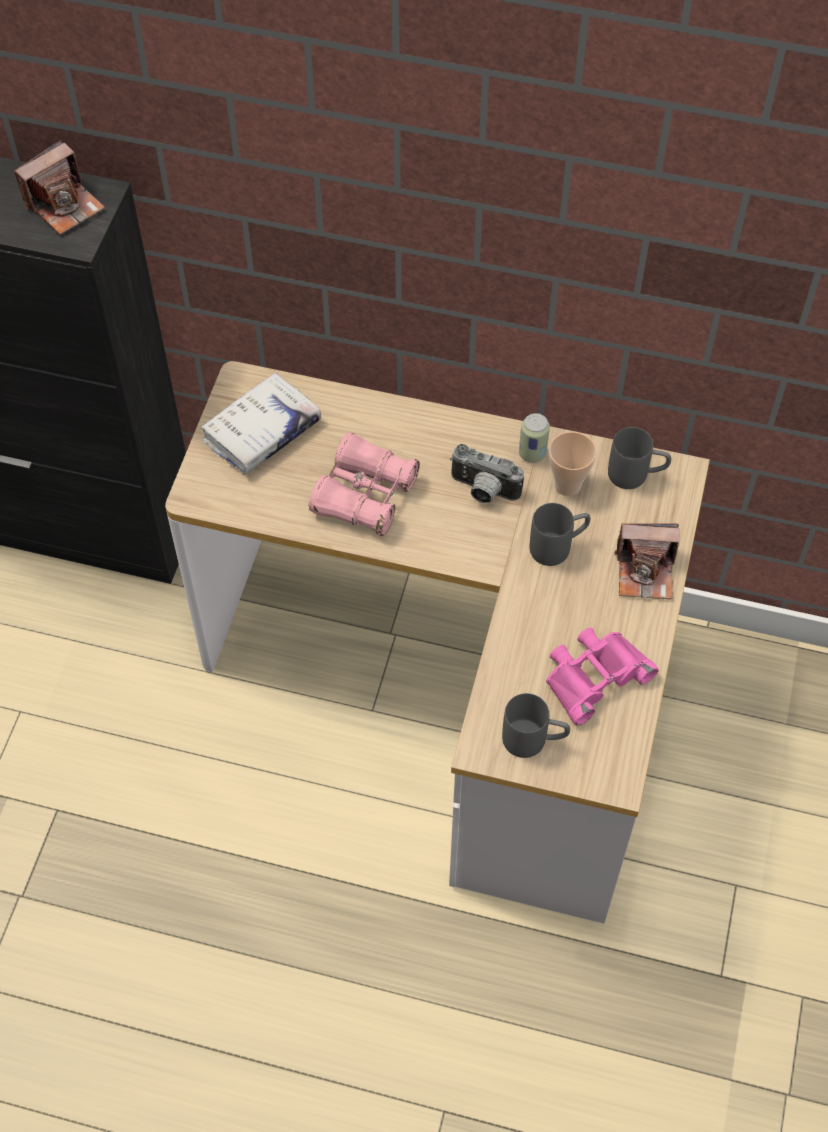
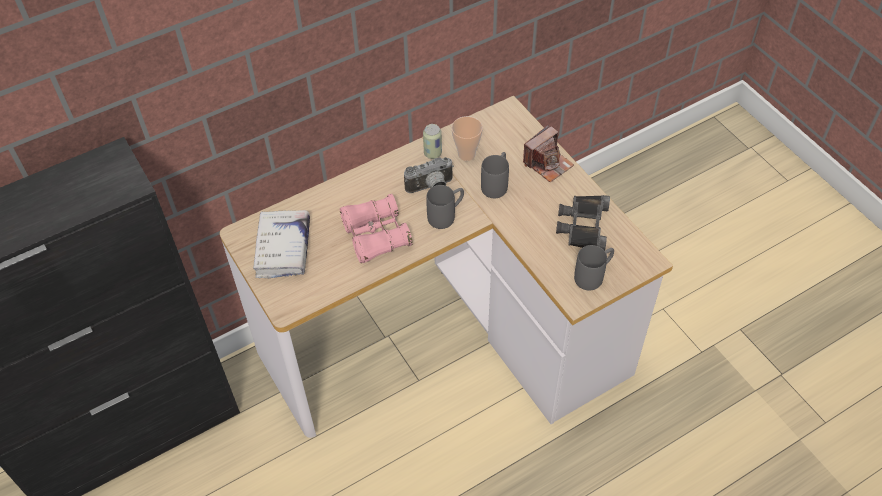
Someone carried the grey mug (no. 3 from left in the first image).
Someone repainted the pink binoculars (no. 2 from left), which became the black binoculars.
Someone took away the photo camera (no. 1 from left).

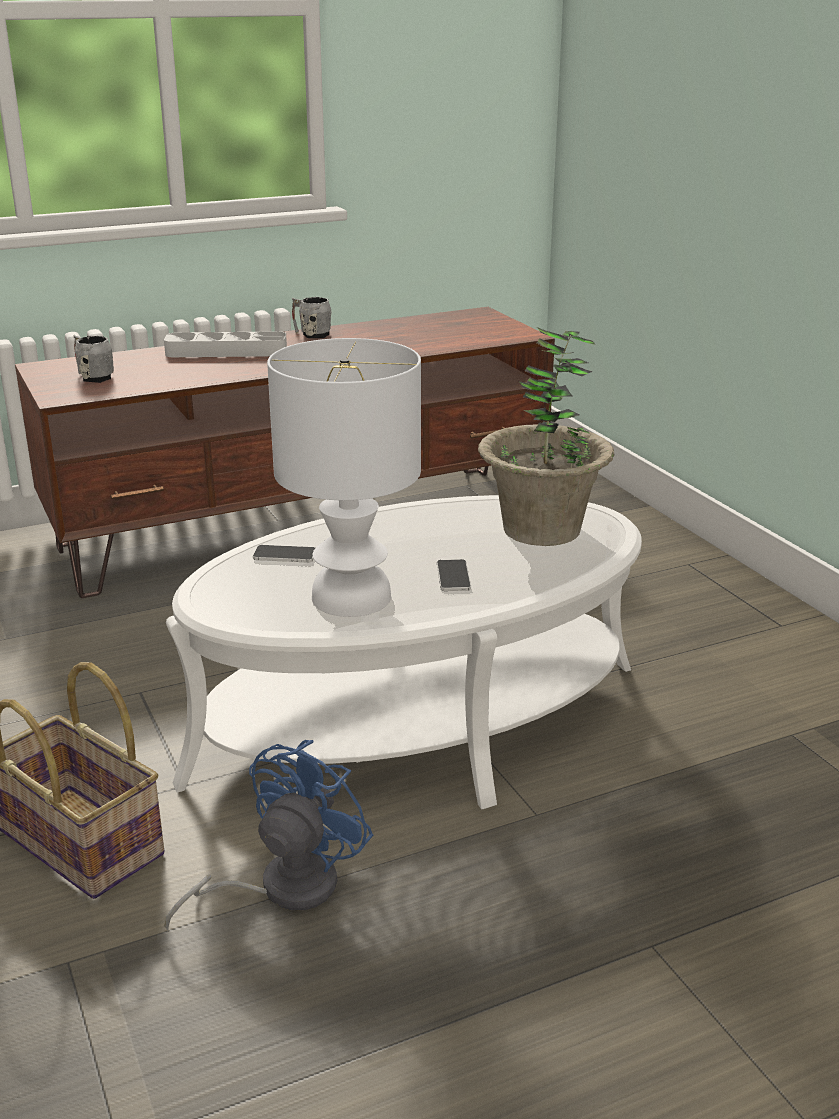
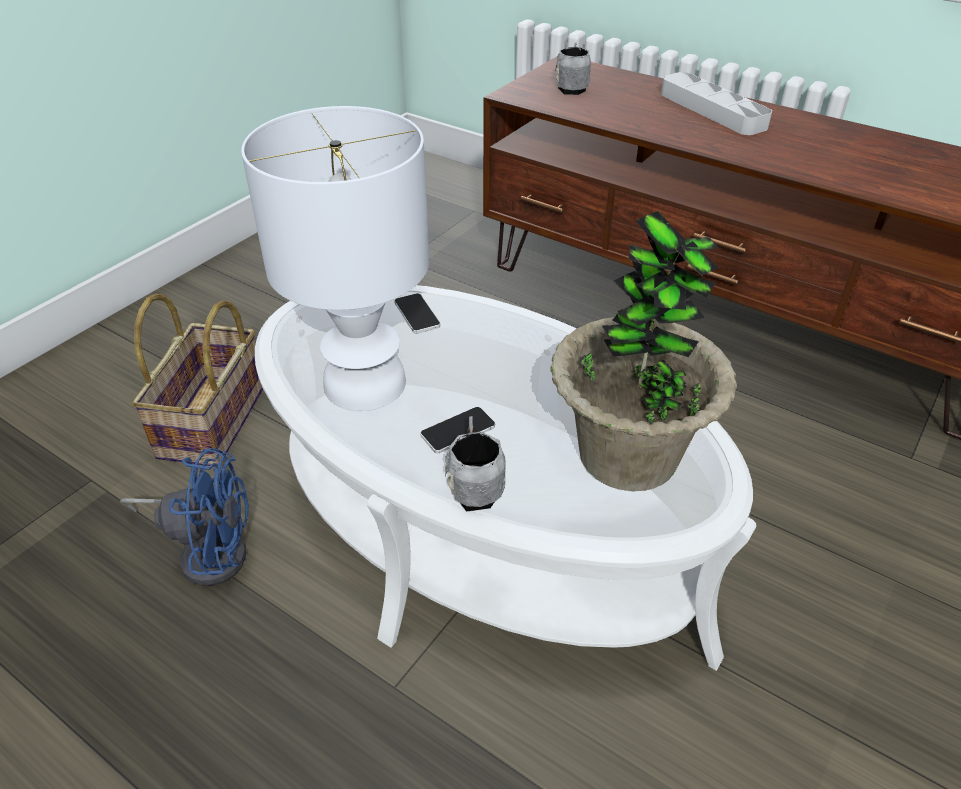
Someone carried the grey mug (no. 2 from left in the first image).

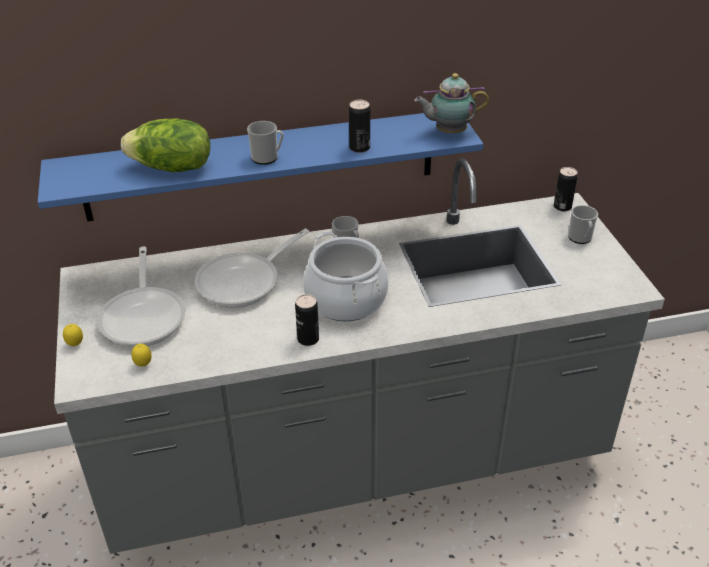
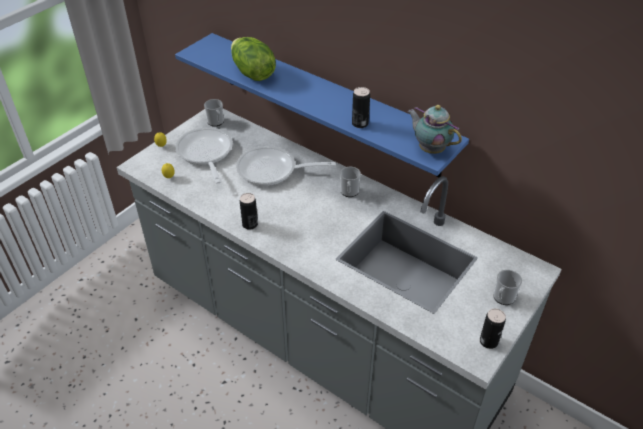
Someone rotated the frying pan (no. 1 from left) by 120 degrees clockwise.
Someone carried the mug (no. 1 from left).
Someone carried the can (no. 3 from left).
Someone took away the cooking pot.

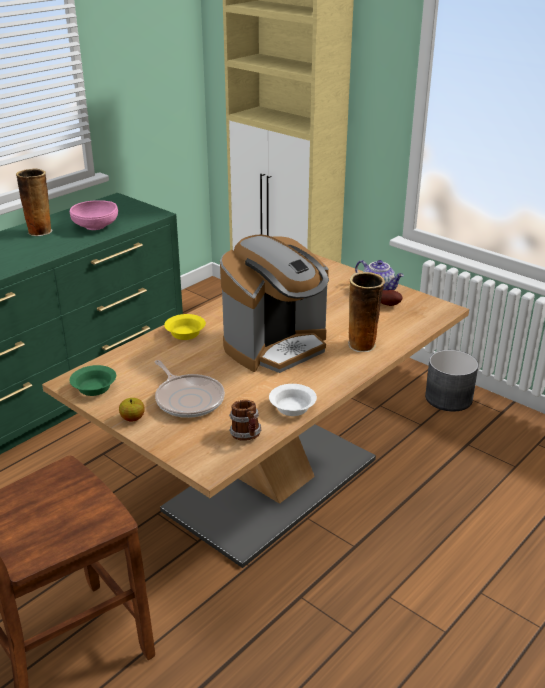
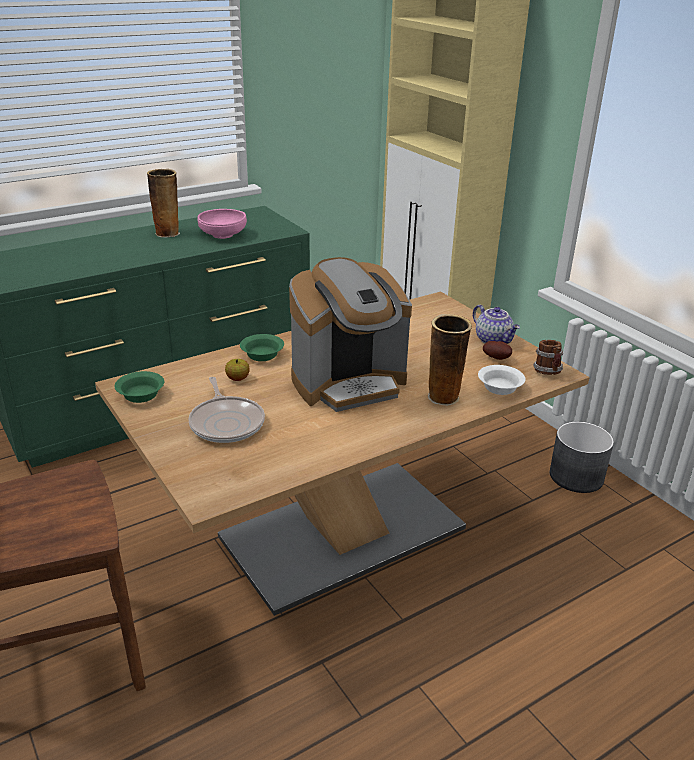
Someone carried the apple.
Someone repainted the yellow bowl, which became the green bowl (no. 2 from left).
Someone carried the white bowl.
Someone carried the mug.

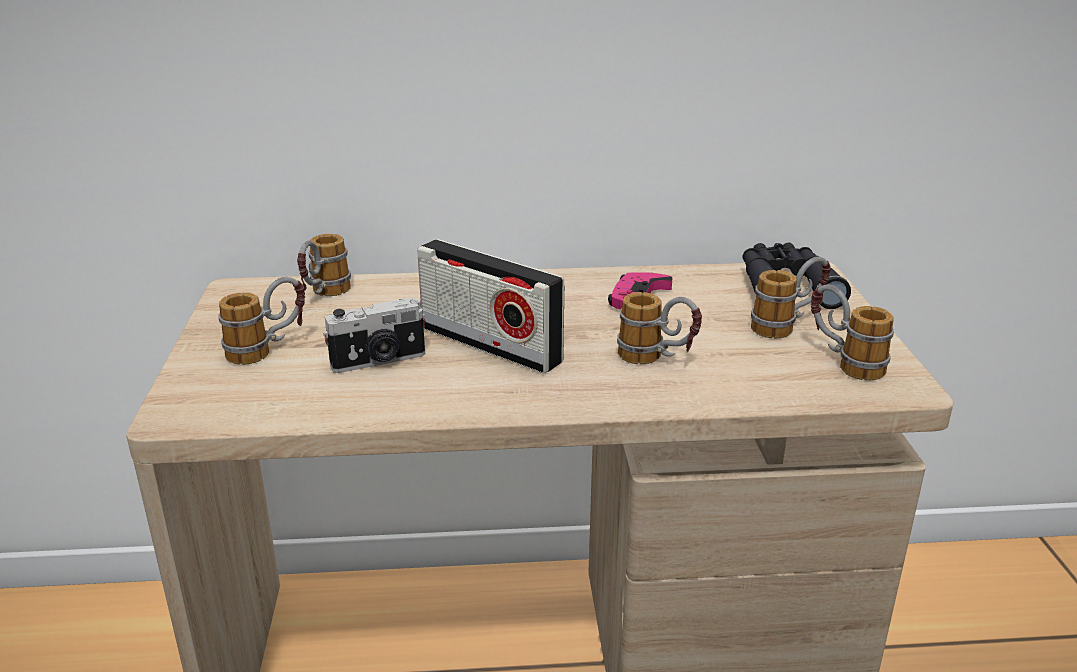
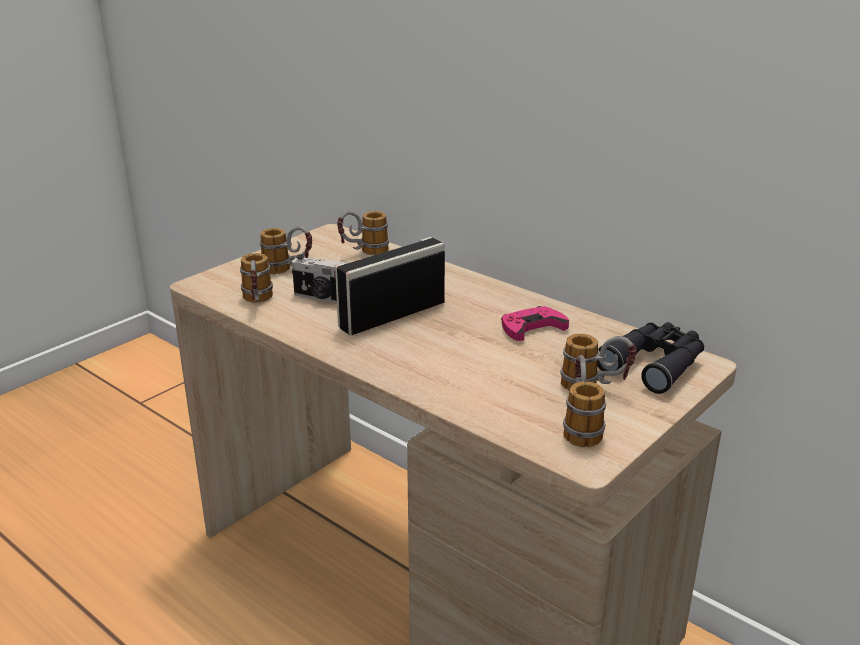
Someone carried the mug (no. 3 from left in the first image).
Someone rotated the radio by 60 degrees clockwise.

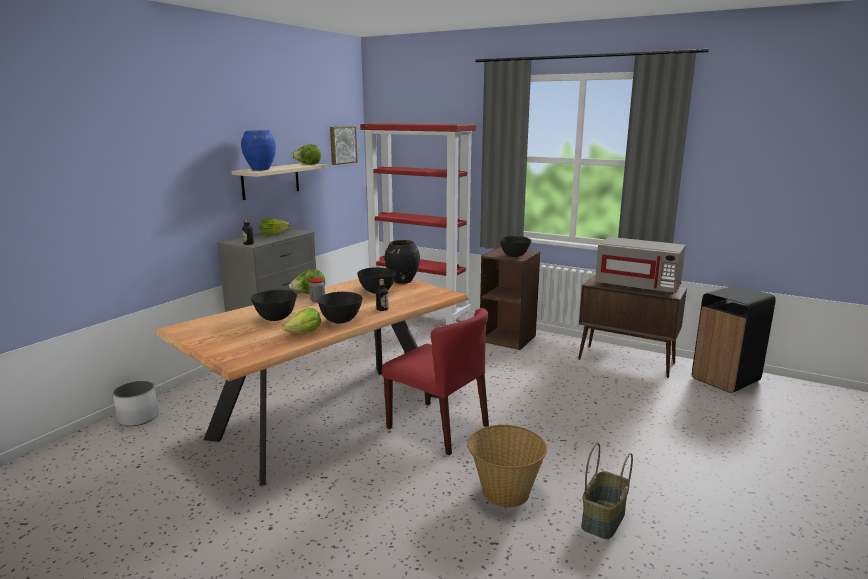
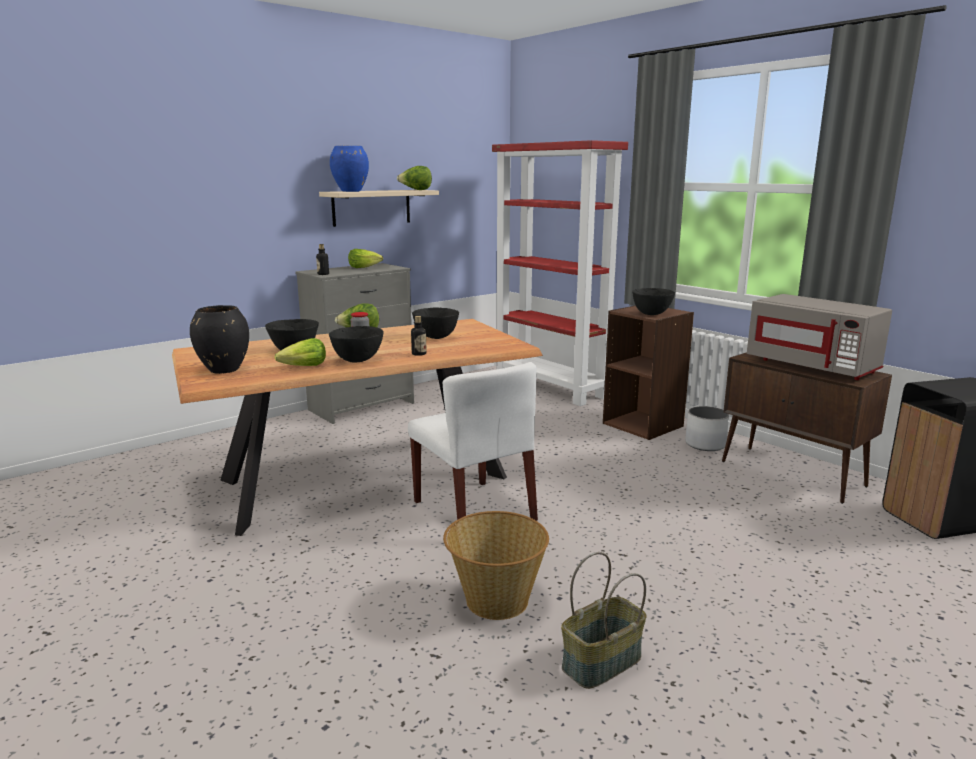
Someone carried the black vase.
Someone repainted the red chair, which became the white chair.
Someone carried the white planter.
Someone took away the picture.

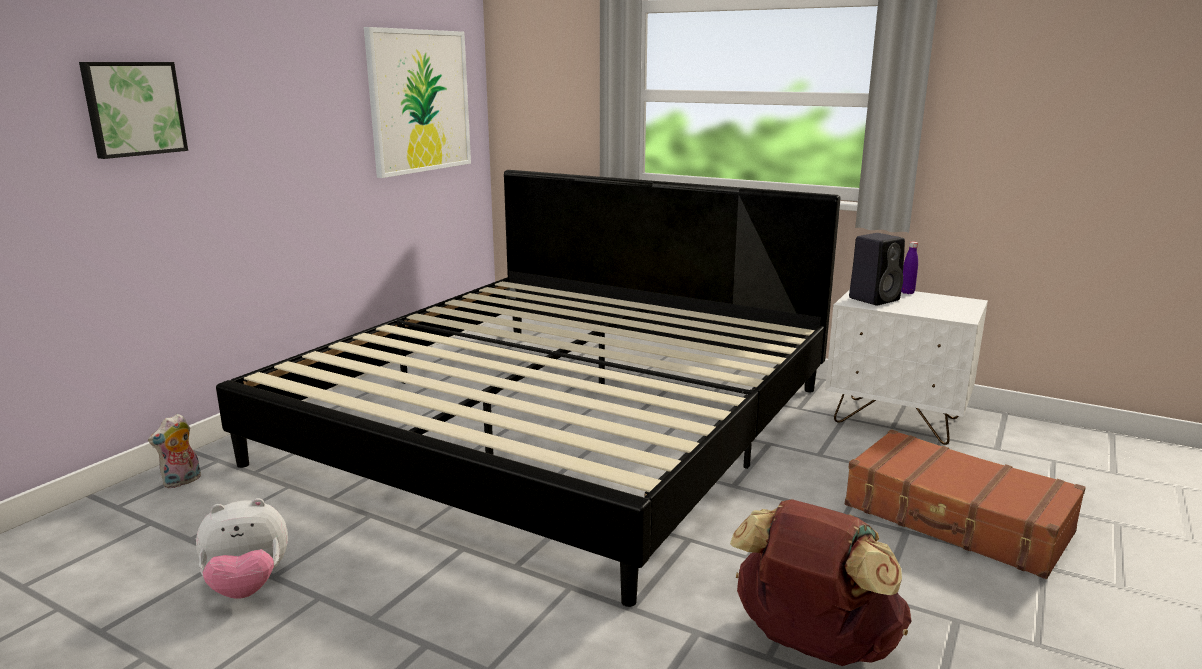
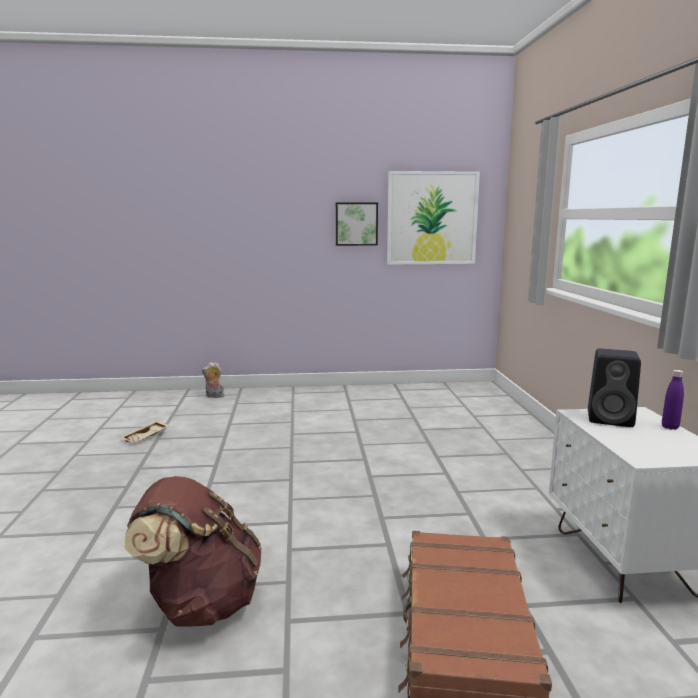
Someone swapped the plush toy (no. 2 from left) for the beige tray.
Someone carried the picture (no. 1 from left).
Someone took away the bed.

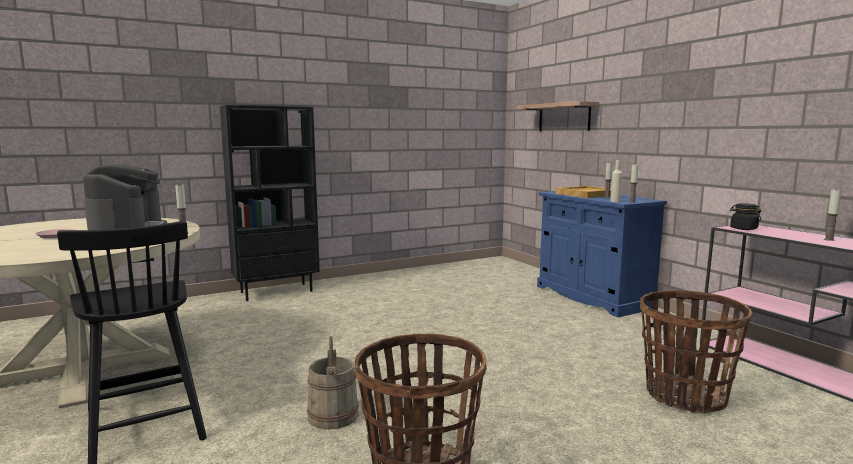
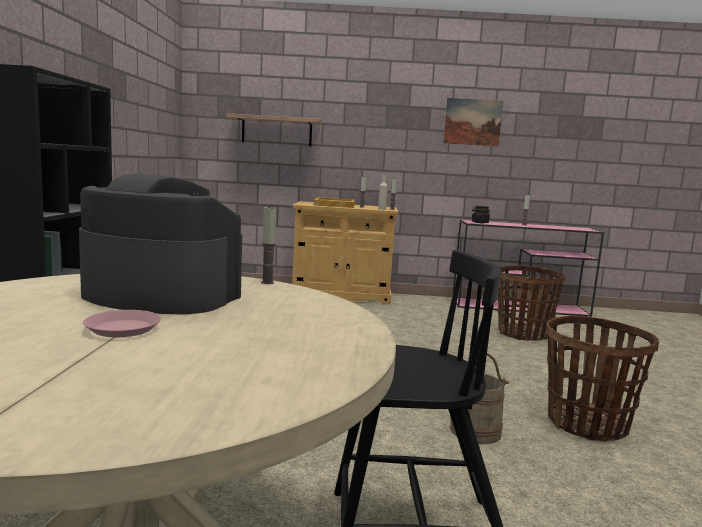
Someone repainted the blue cabinet, which became the beige cabinet.
Someone put up the picture.

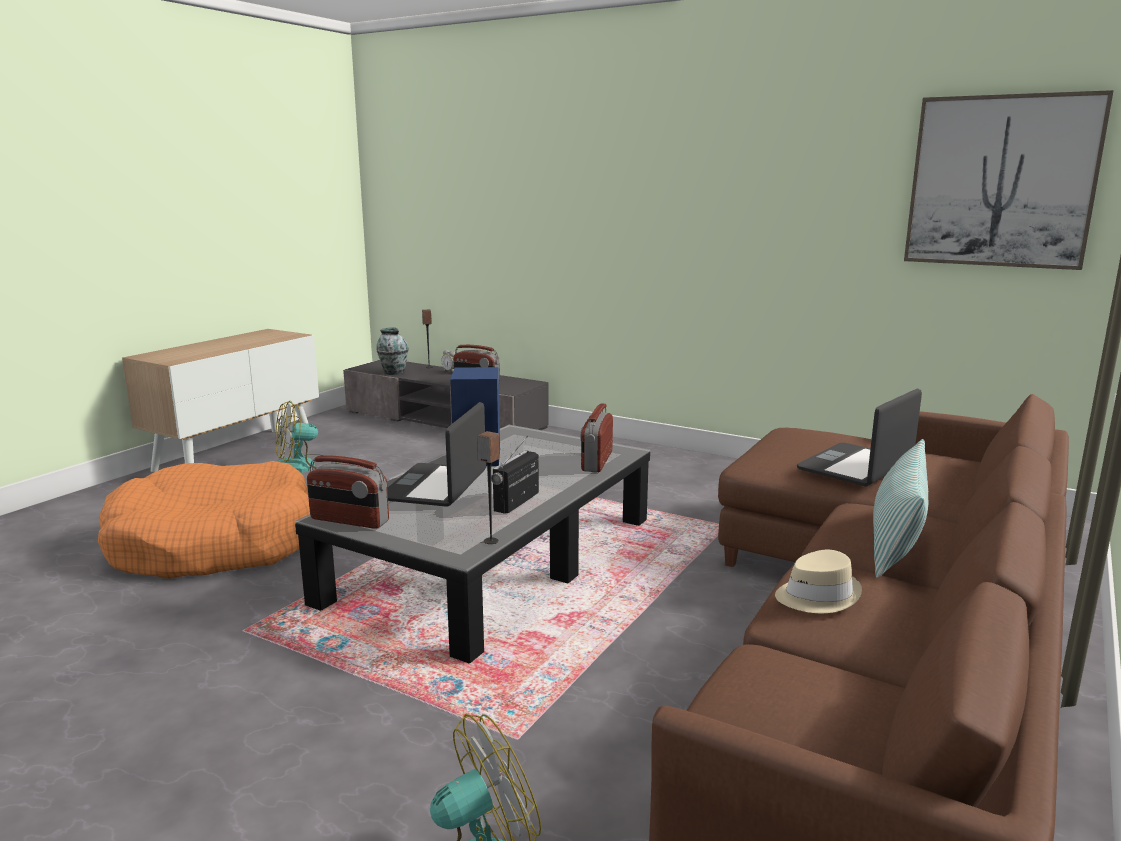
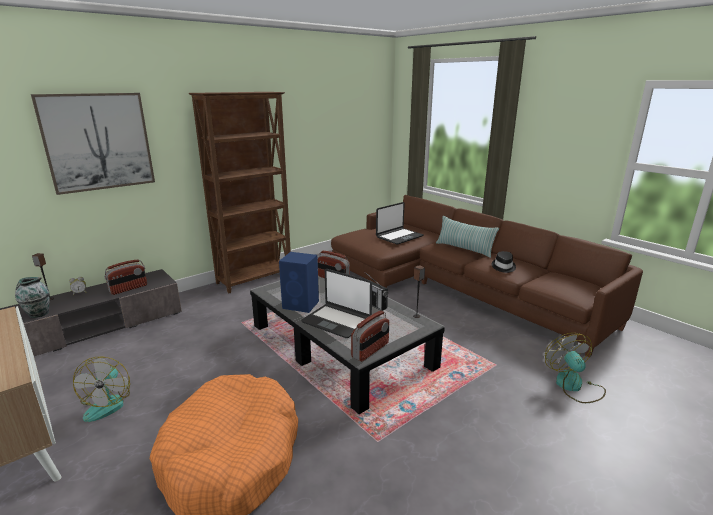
Someone carried the picture.
Someone put down the brown bookcase.
Someone rotated the laptop (no. 2 from left) by 105 degrees counterclockwise.
Someone repainted the beige hat, which became the black hat.

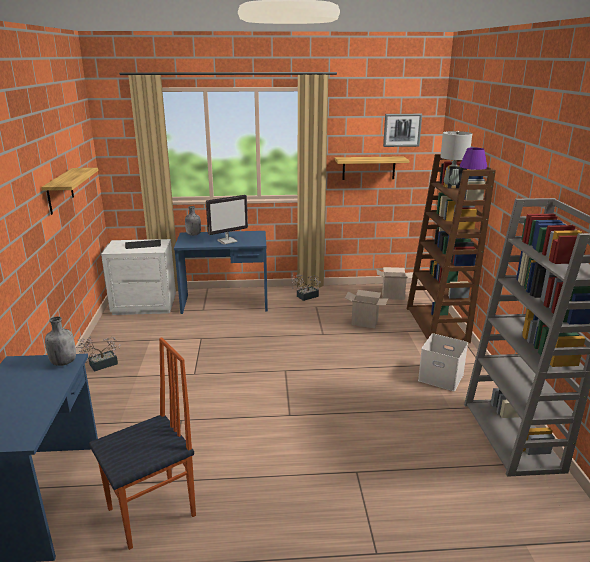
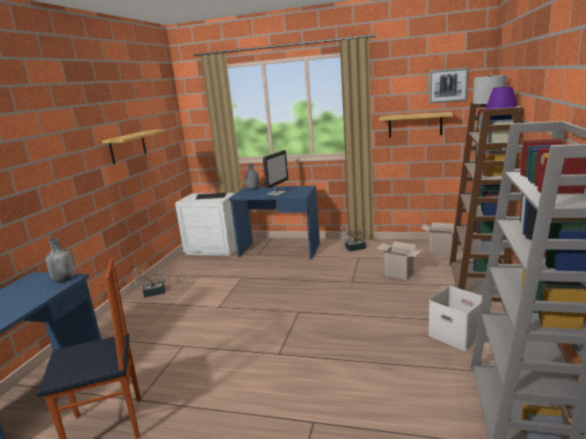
Someone rotated the monitor by 45 degrees counterclockwise.

